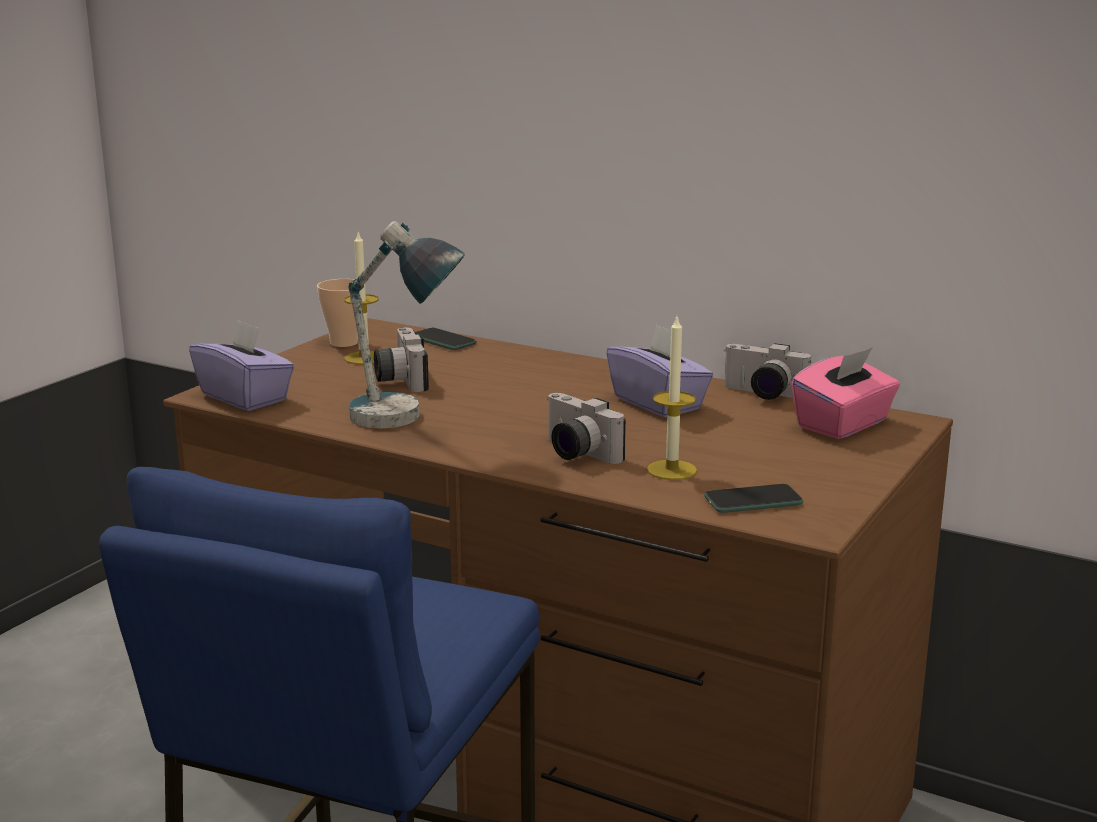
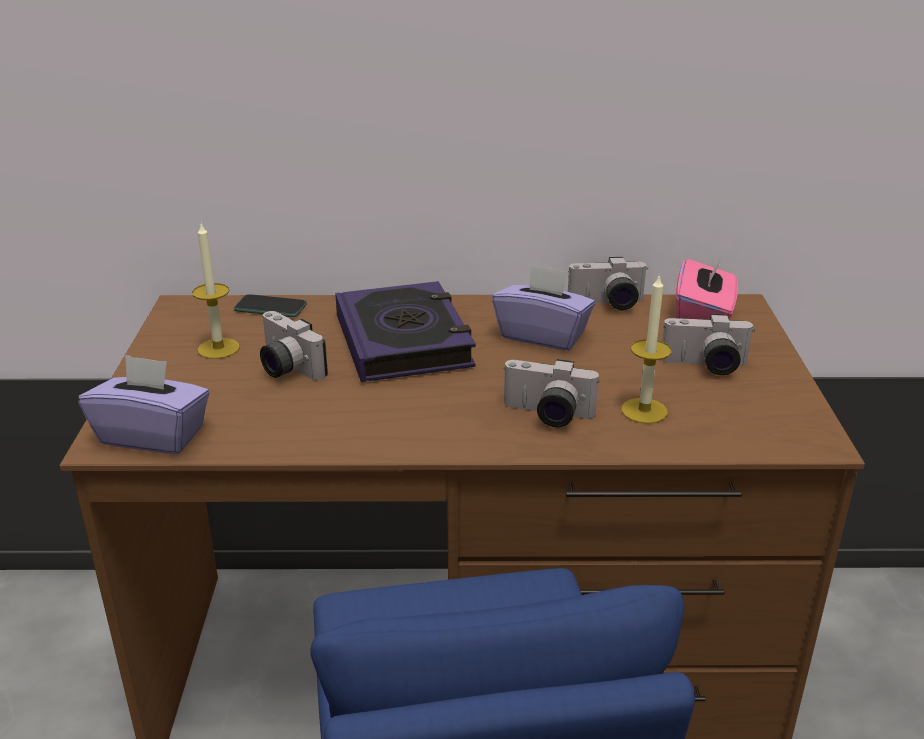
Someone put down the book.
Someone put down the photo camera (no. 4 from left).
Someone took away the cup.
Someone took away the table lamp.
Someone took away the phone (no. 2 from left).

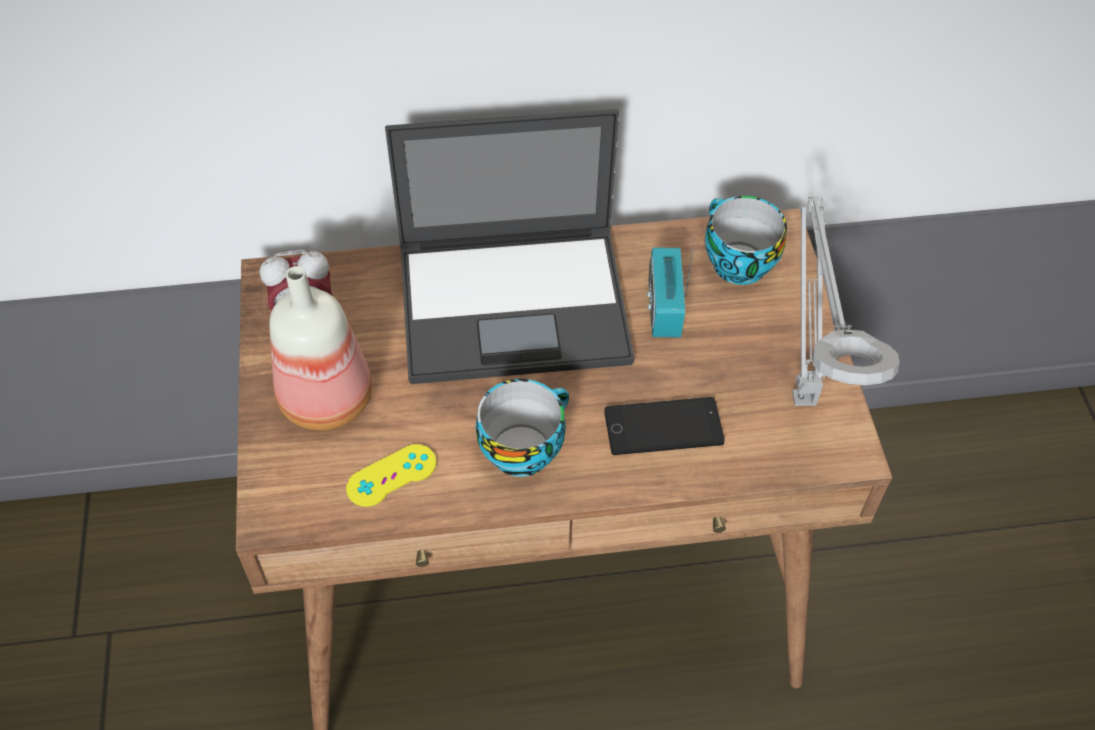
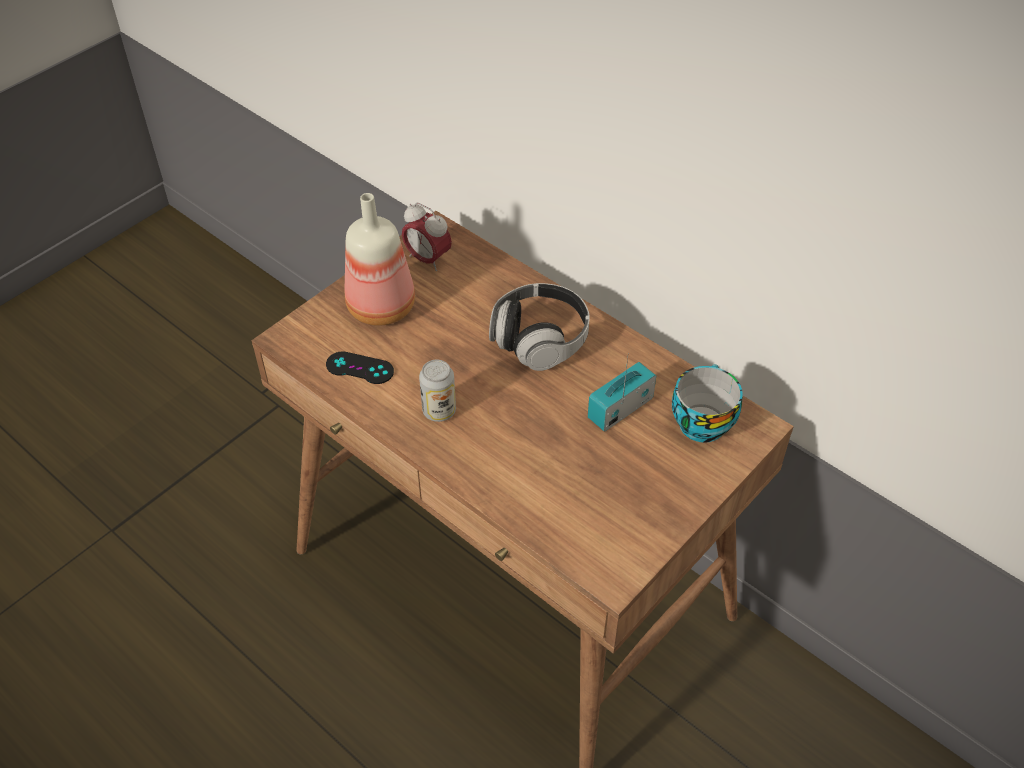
Someone repainted the yellow game controller, which became the black game controller.
Someone swapped the cup (no. 1 from left) for the can.
Someone swapped the laptop for the headphones.
Someone took away the phone.
Someone took away the grey table lamp.

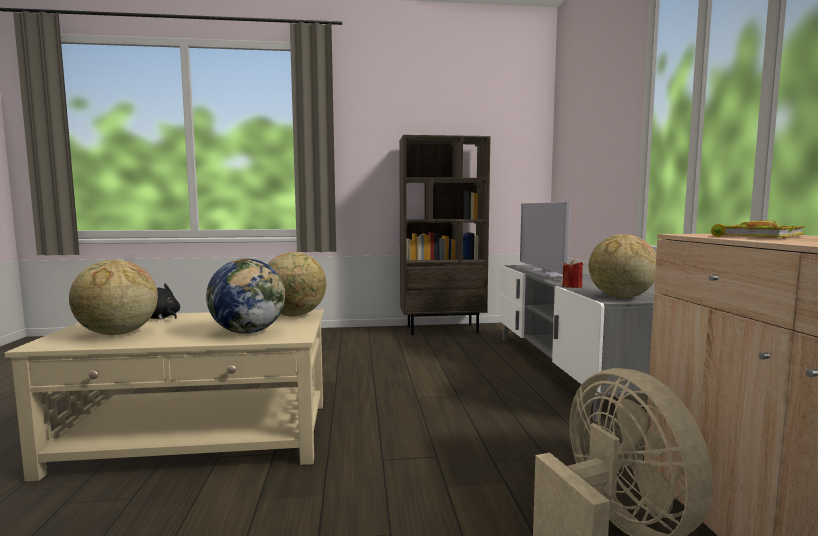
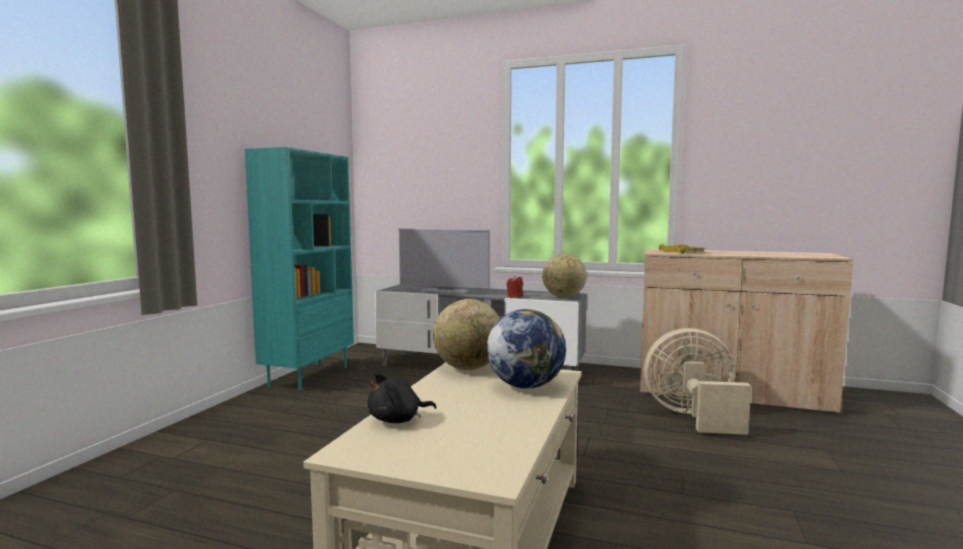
Someone repainted the brown bookcase, which became the turquoise bookcase.
Someone took away the globe (no. 1 from left).

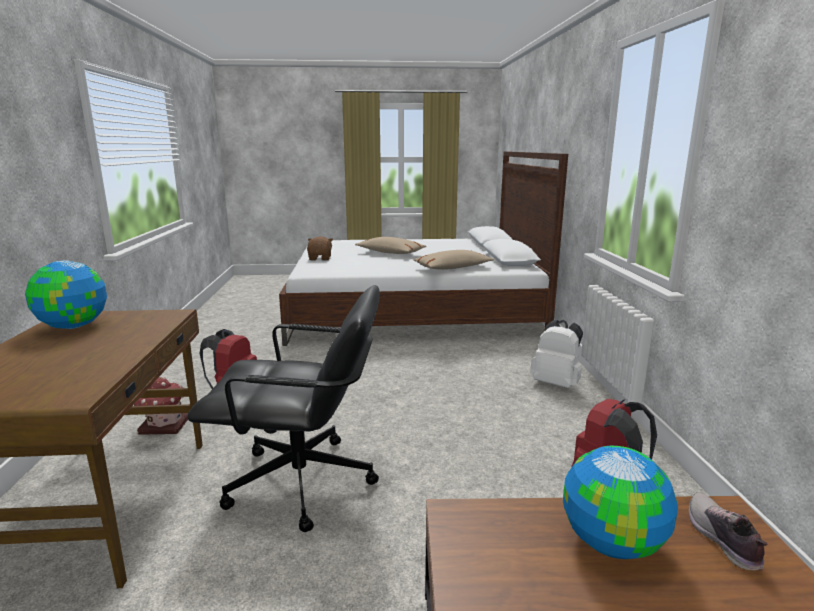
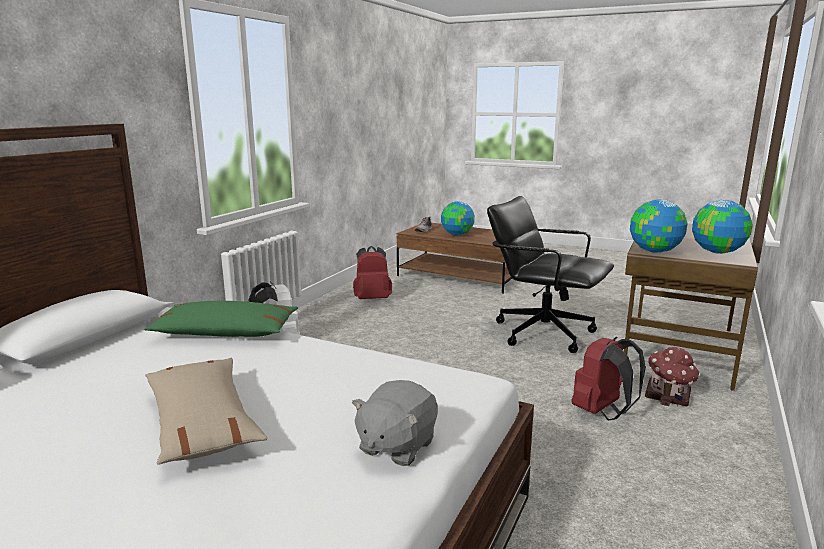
Someone repainted the beige pillow (no. 2 from left), which became the green pillow.
Someone repainted the brown plush toy, which became the grey plush toy.
Someone put down the globe (no. 2 from left).

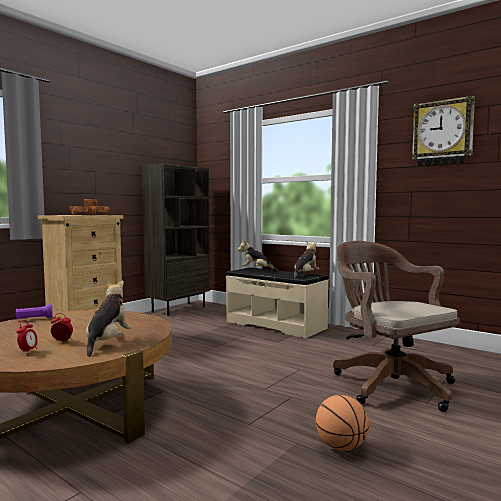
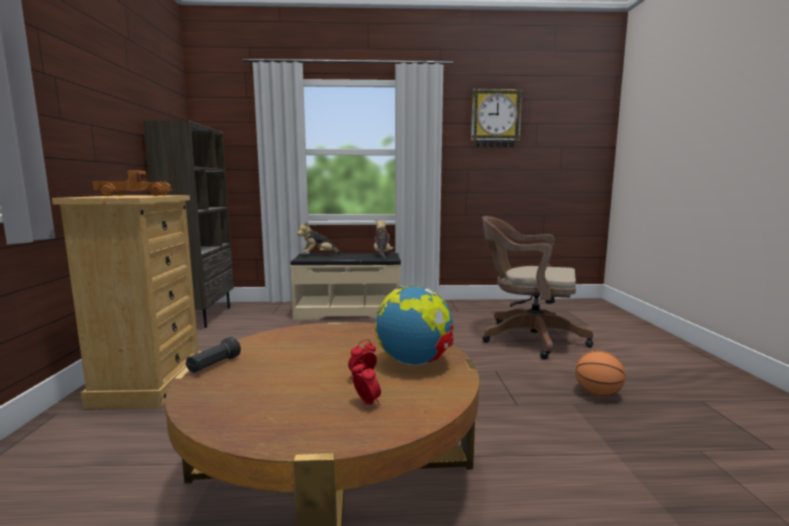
Someone repainted the purple flashlight, which became the black flashlight.
Someone swapped the plush toy (no. 1 from left) for the globe.

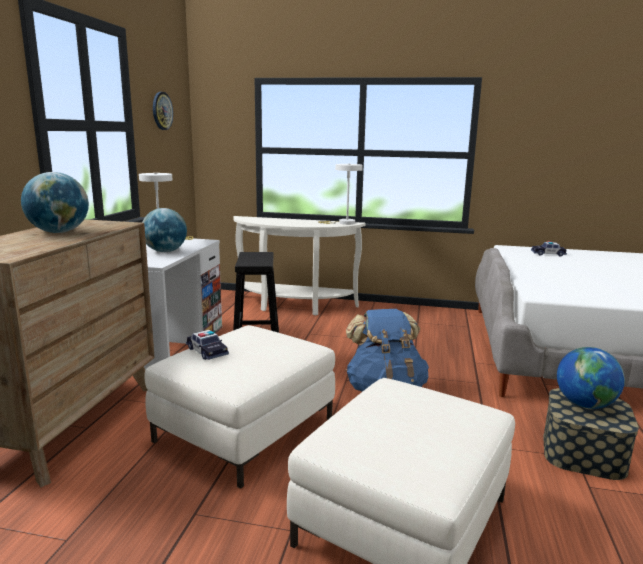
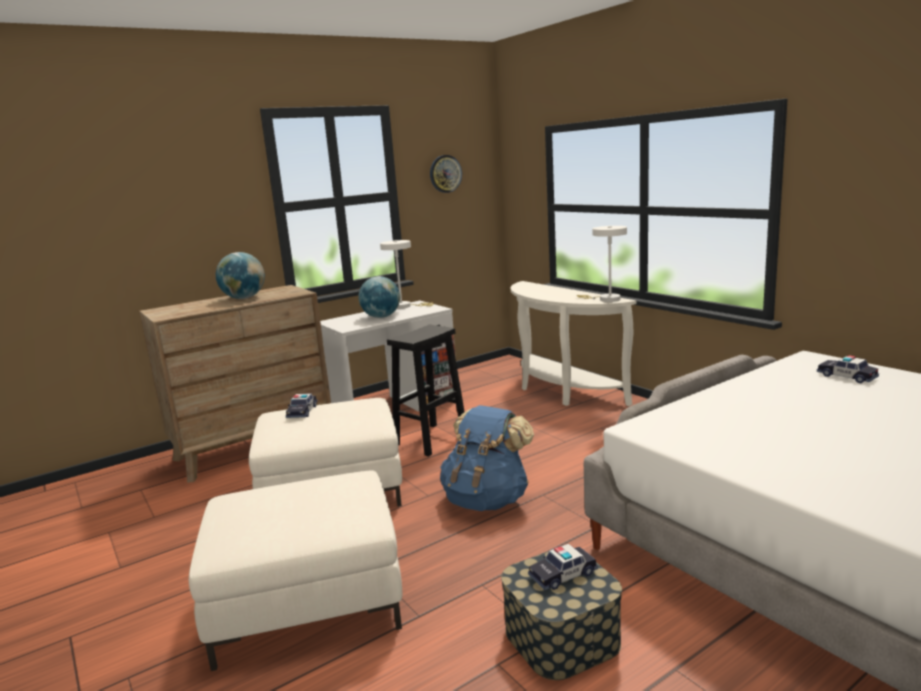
Someone swapped the globe (no. 3 from left) for the toy car (no. 2 from left).

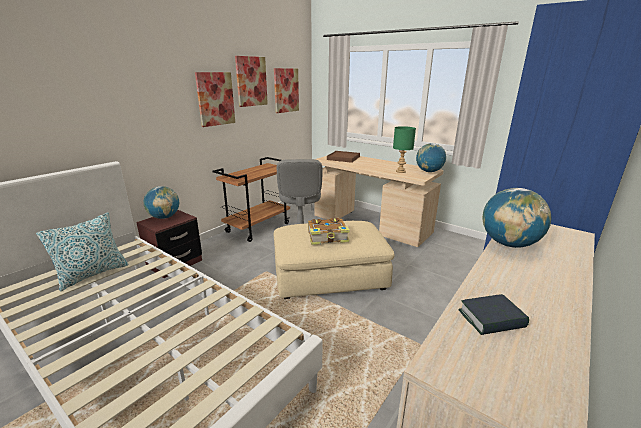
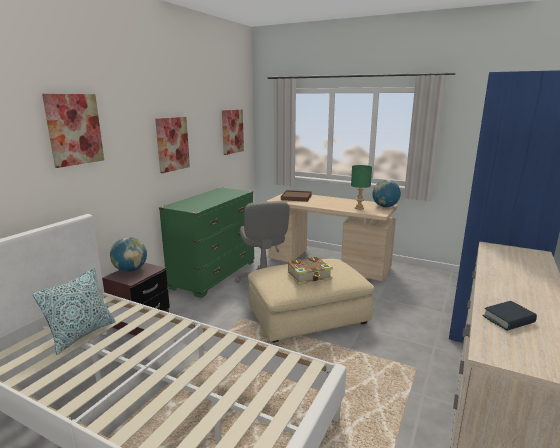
Someone carried the picture (no. 2 from left in the first image).
Someone swapped the brown cart for the green dresser.
Someone took away the globe (no. 3 from left).

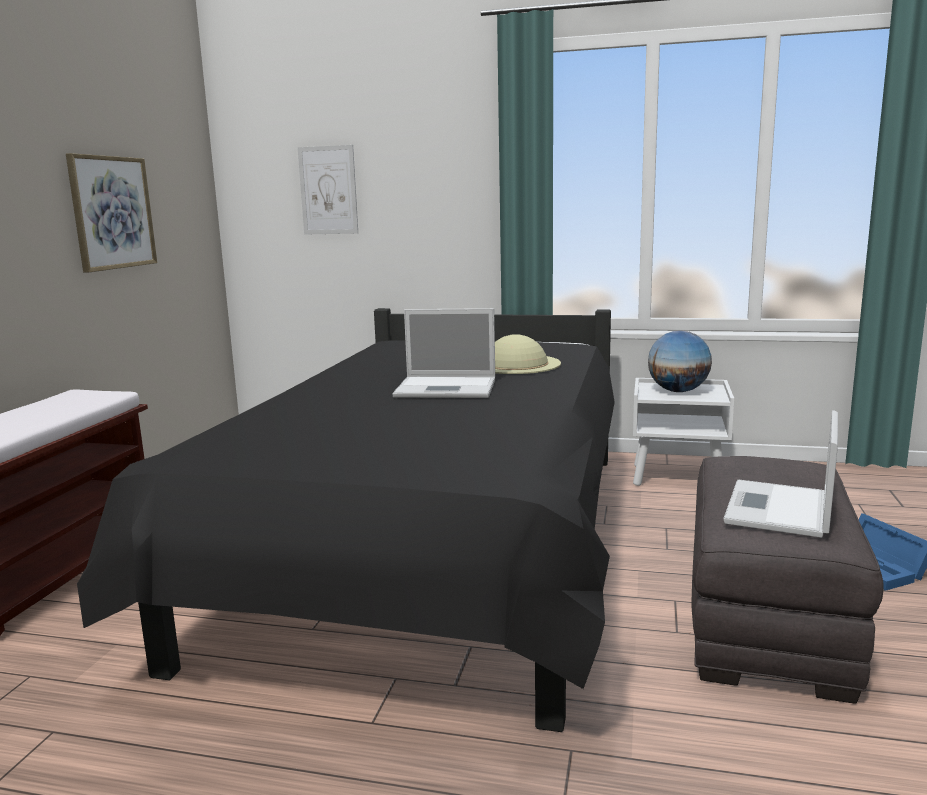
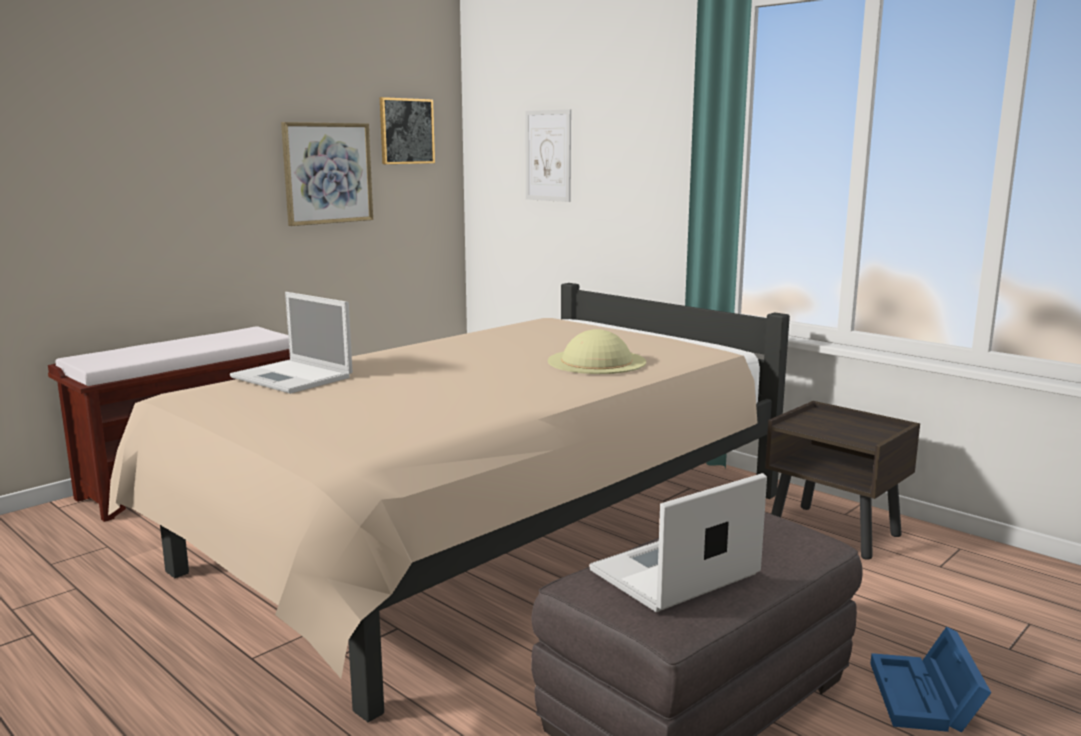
Someone repainted the black bed, which became the beige bed.
Someone carried the laptop (no. 1 from left).
Someone put up the picture (no. 2 from left).
Someone repainted the white nightstand, which became the brown nightstand.
Someone took away the globe.

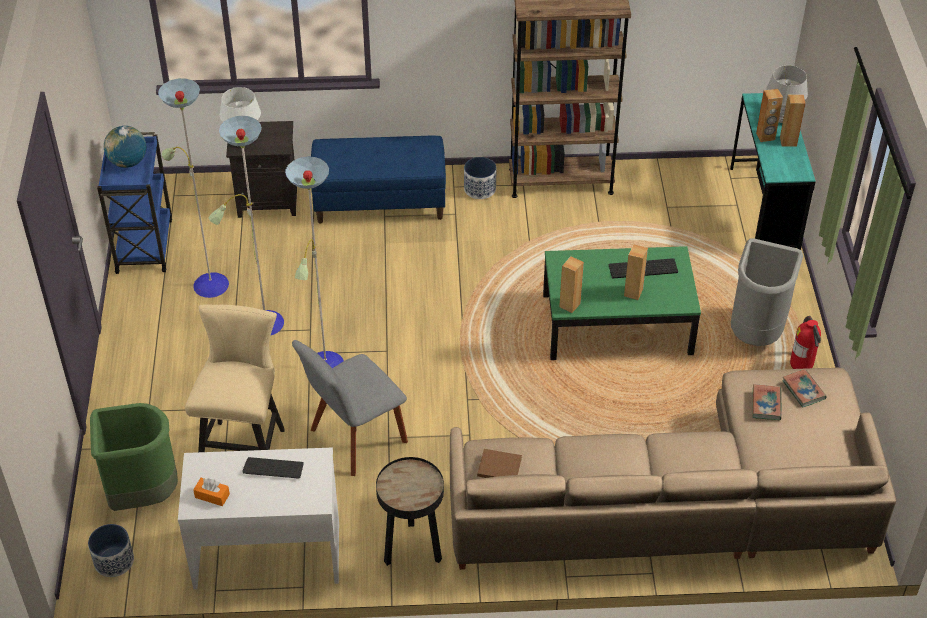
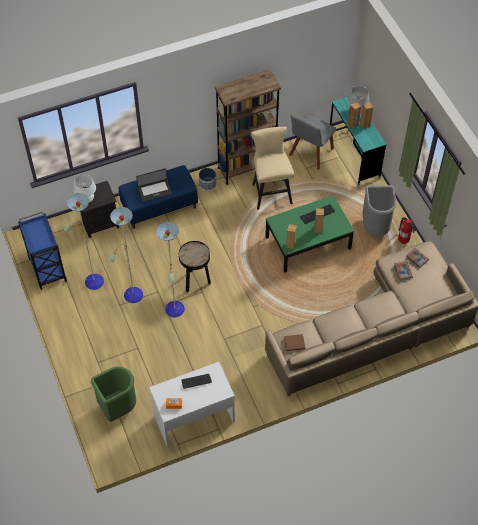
Someone put down the laptop.
Someone carried the black side table.
Someone carried the beige stool.
Someone carried the grey chair.
Someone took away the planter (no. 1 from left).
Someone took away the globe.

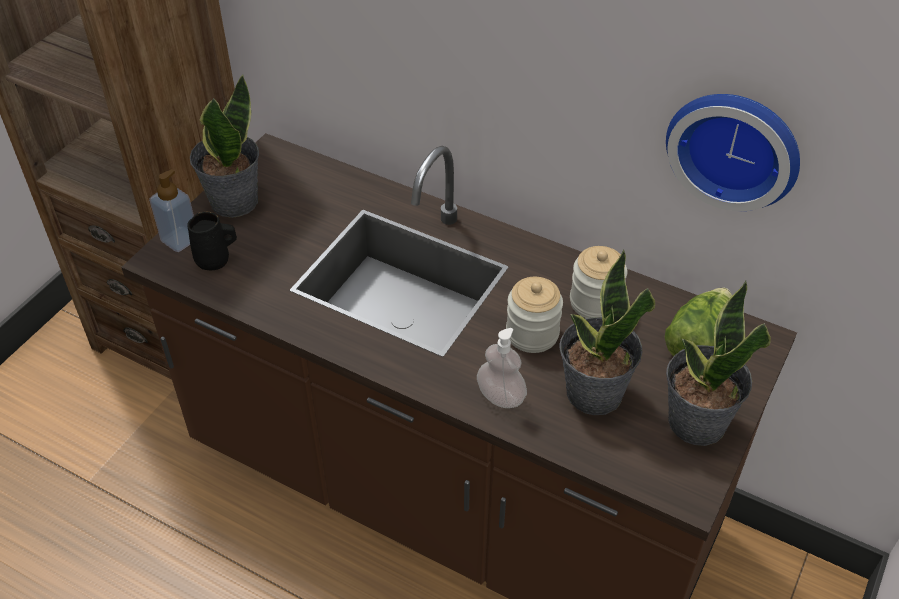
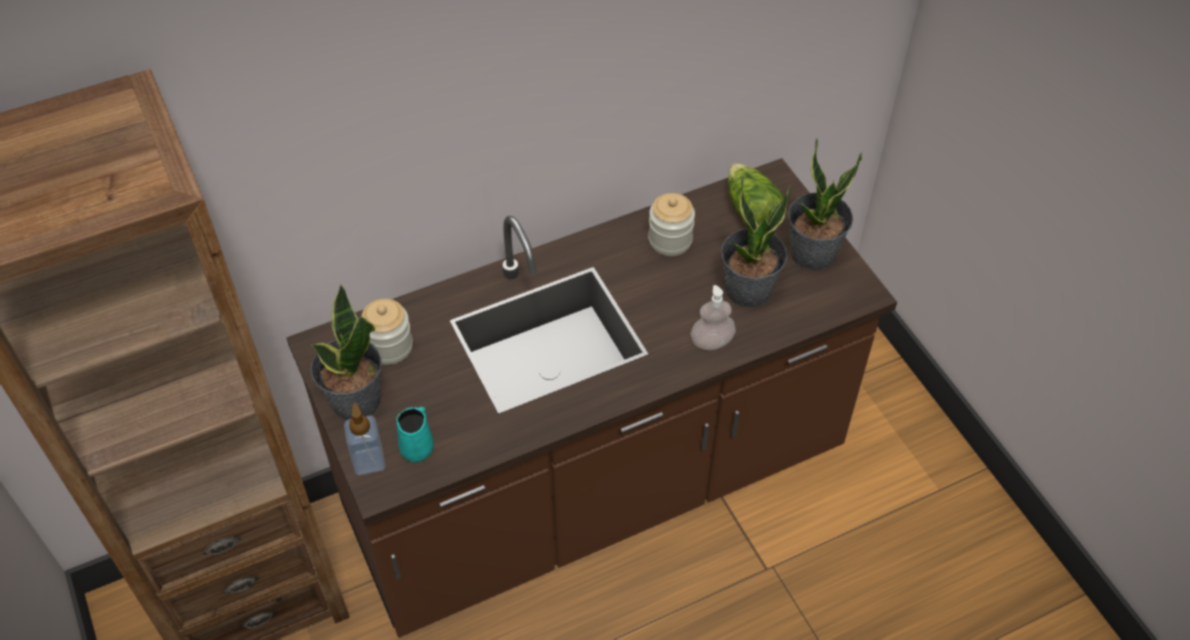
Someone carried the jar (no. 1 from left).
Someone repainted the black mug, which became the turquoise mug.
Someone took away the wall clock.

